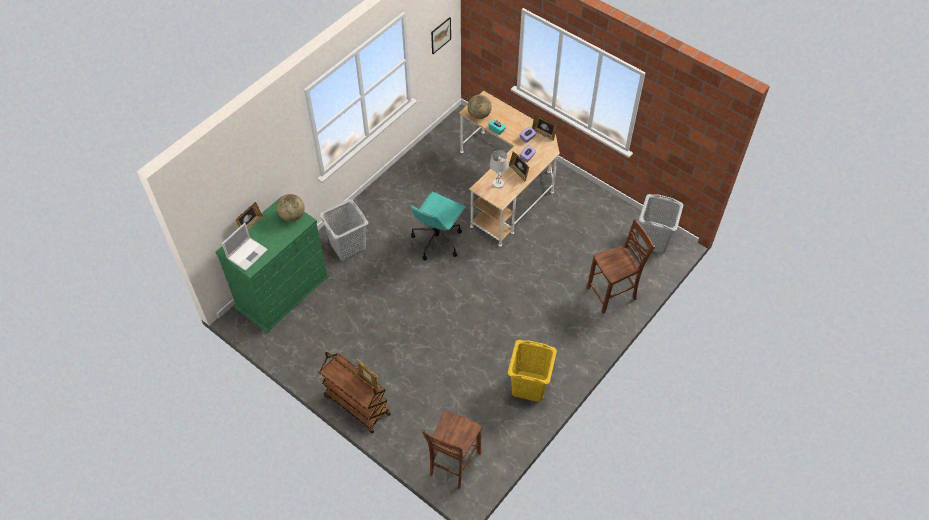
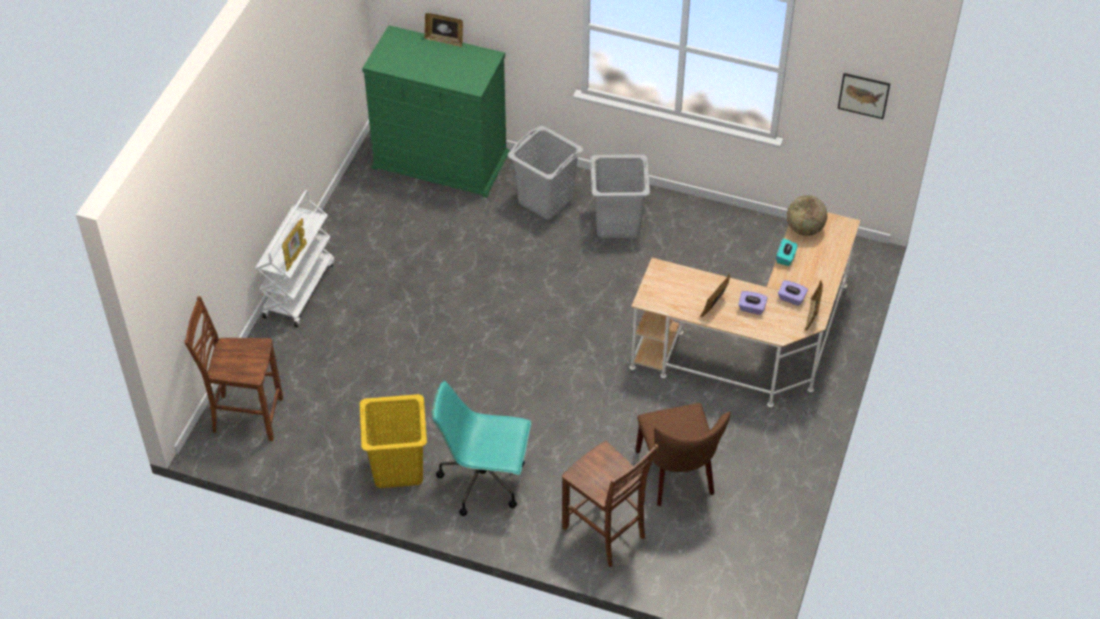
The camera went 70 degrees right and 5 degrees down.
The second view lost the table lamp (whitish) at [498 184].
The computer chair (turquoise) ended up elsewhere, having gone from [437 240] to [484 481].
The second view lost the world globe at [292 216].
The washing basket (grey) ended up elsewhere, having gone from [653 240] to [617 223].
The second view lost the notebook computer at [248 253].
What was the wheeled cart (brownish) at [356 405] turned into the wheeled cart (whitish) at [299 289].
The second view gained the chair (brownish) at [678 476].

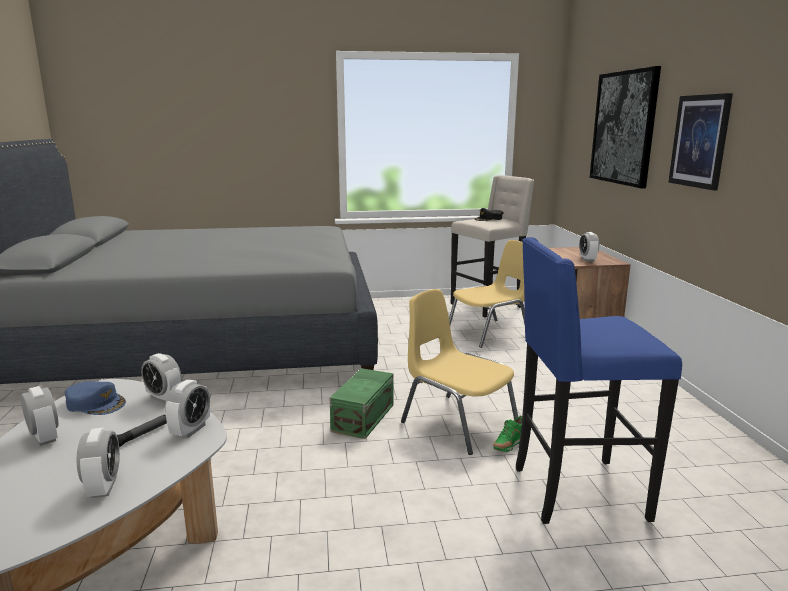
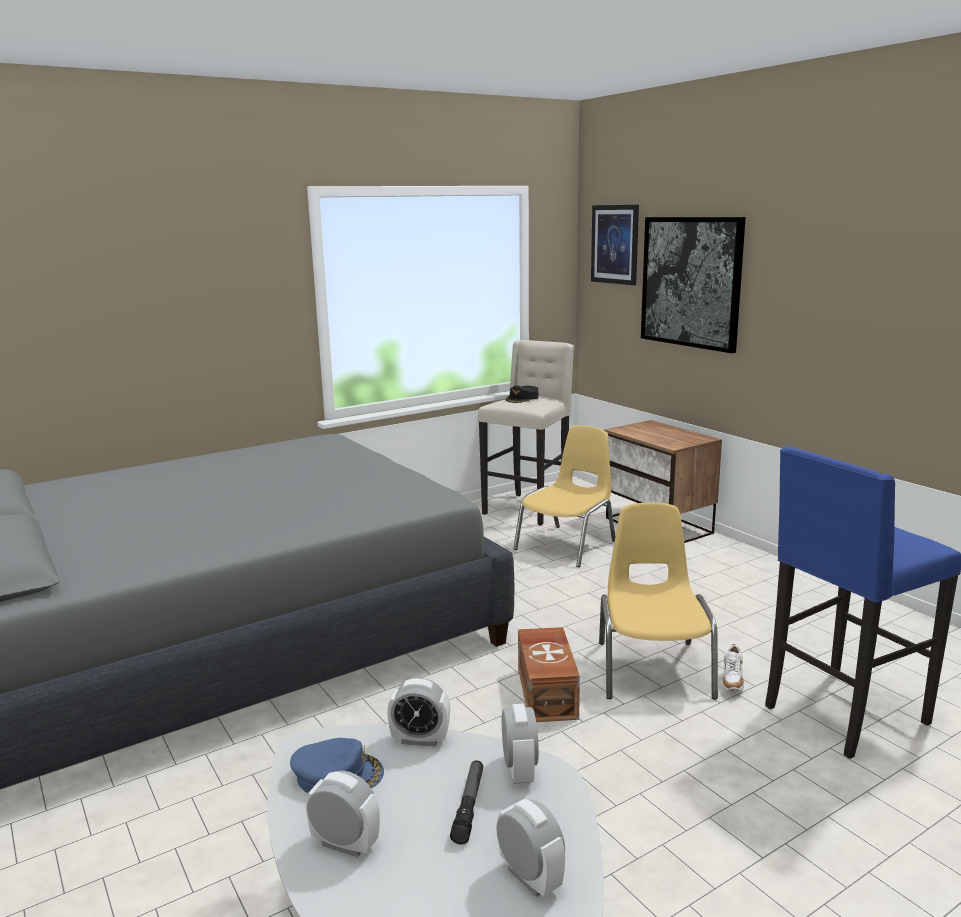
The camera went 25 degrees left and 0 degrees up.
The wall art ended up elsewhere, having gone from [699 141] to [615 244].
The second view lost the table clock at [587 260].
The chair (yellow) at [457 421] ended up facing another way, 75 degrees clockwise from before.
What was the storage box (green-coloured) at [364 417] turned into the storage box (brownish) at [548 692].
What was the shoe (green-coloured) at [508 446] turned into the shoe (whitish) at [732 683].

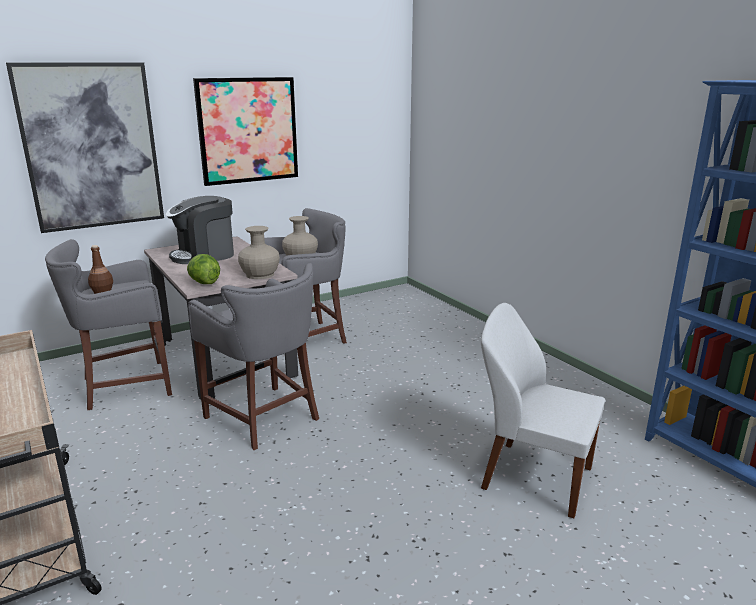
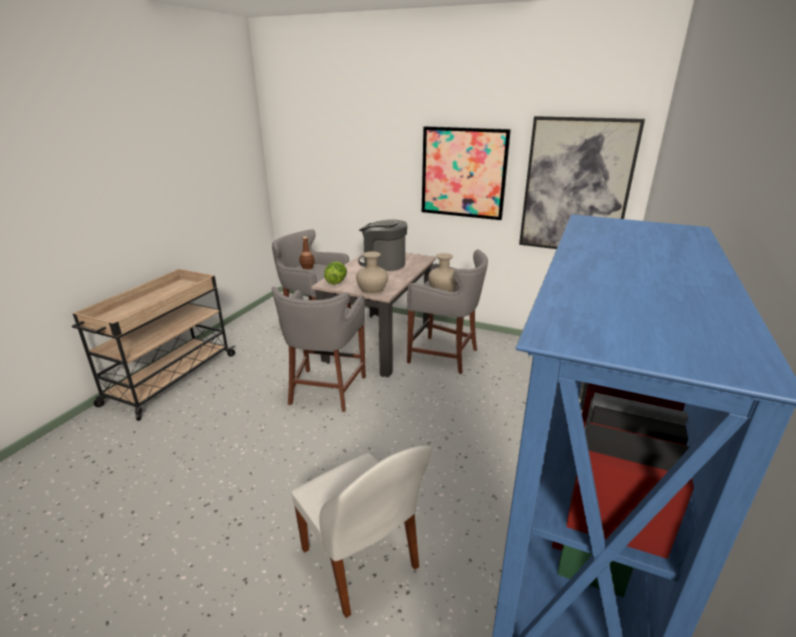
The camera went 55 degrees right and 5 degrees up.
The wall art ended up elsewhere, having gone from [91 147] to [576 187].
The chair (whitish) at [533 477] ended up facing another way, 150 degrees clockwise from before.

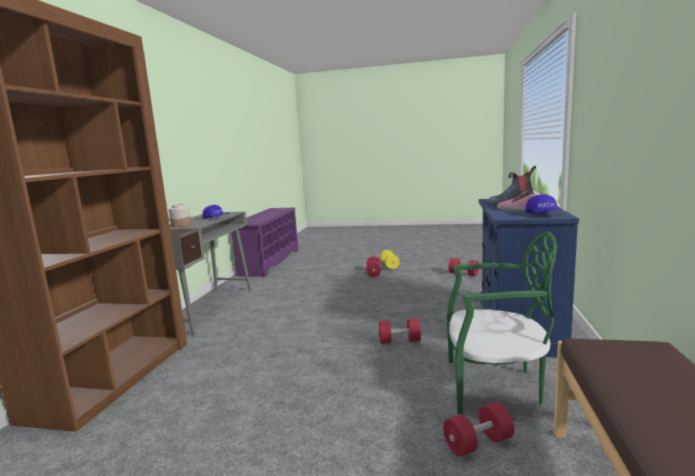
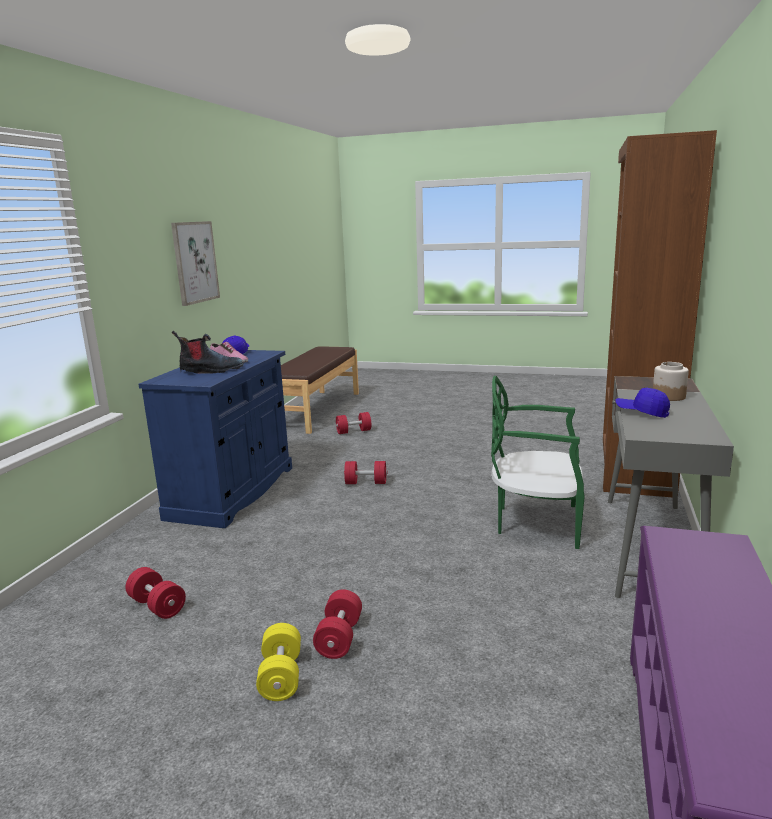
The camera went 175 degrees left and 5 degrees up.
The chair (green-coloured) ended up elsewhere, having gone from [494 386] to [536 523].
The second view gained the wall art at [195 262].

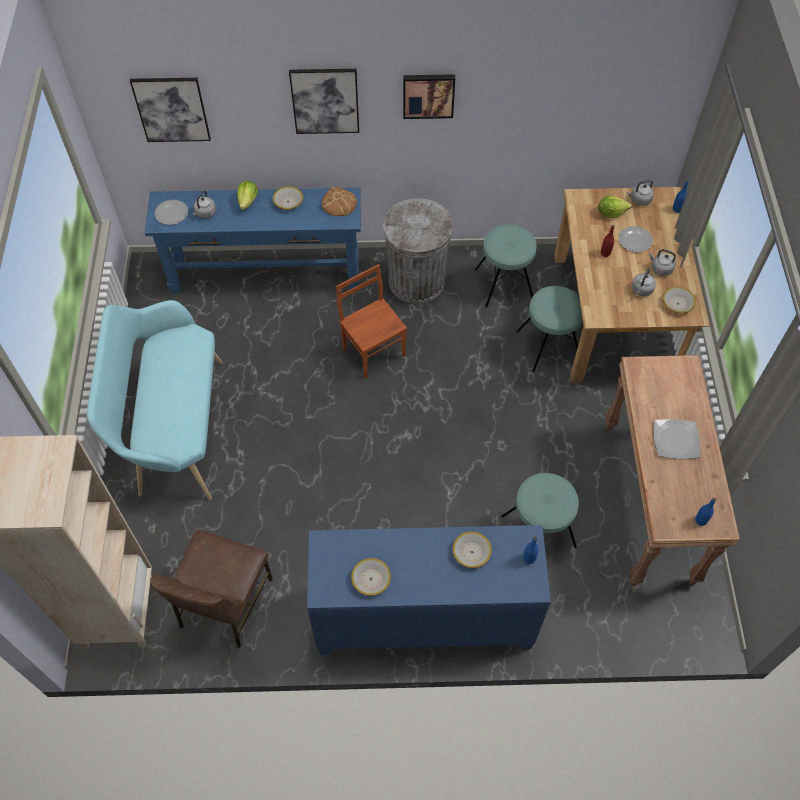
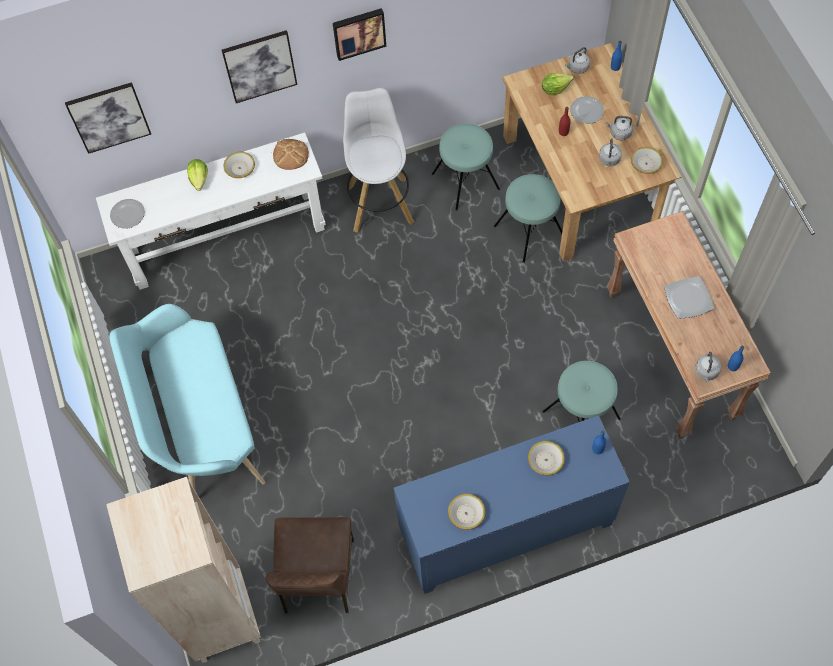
The camera went 15 degrees left and 5 degrees up.
What was the narrow table (blue-coloured) at [265 273] turned into the narrow table (whitish) at [226 239].
The tea kettle (grey) ended up elsewhere, having gone from [205 213] to [706 372].
Where the rubbish bin (grey) stood at [417 281], the sitting stool (whitish) came to stand at [379 203].
The second view lost the chair (brownish) at [374 351].

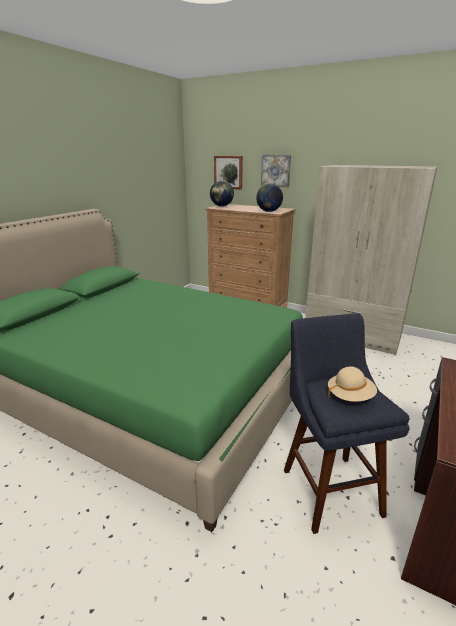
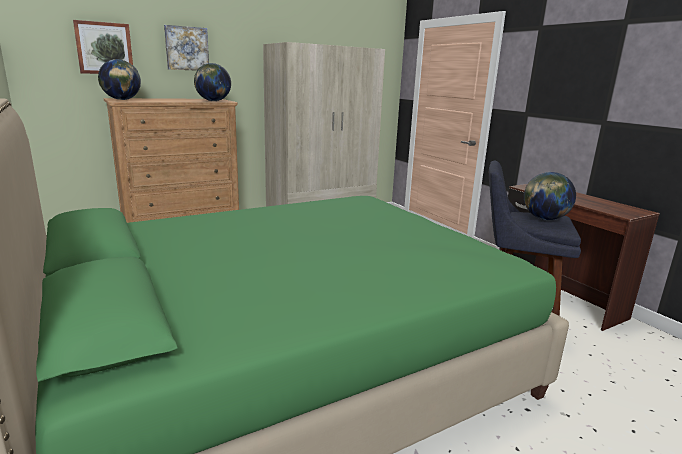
The camera went 60 degrees left and 5 degrees down.
Where the clothing hat (beige) stood at [350 396], the world globe came to stand at [544 219].

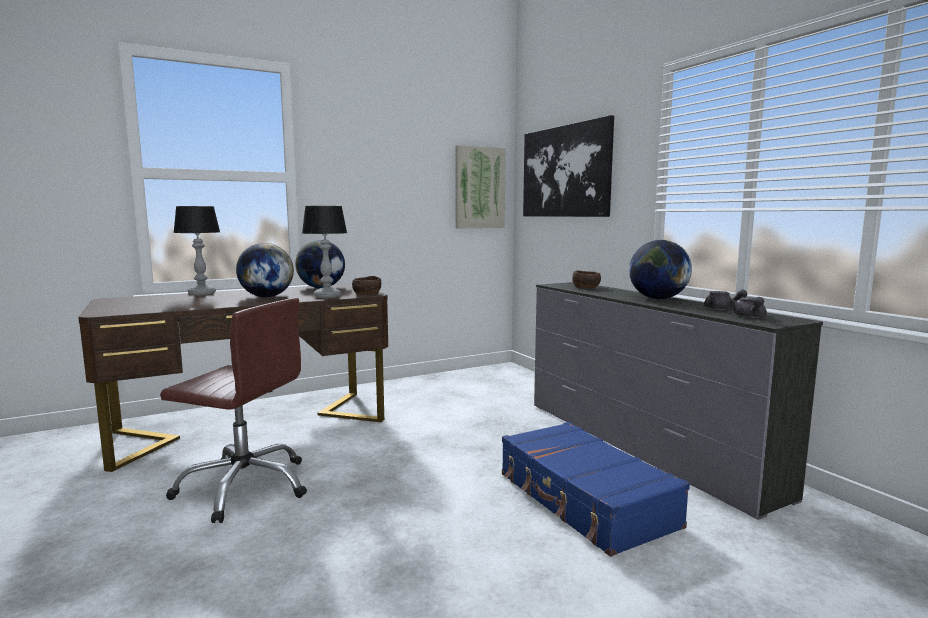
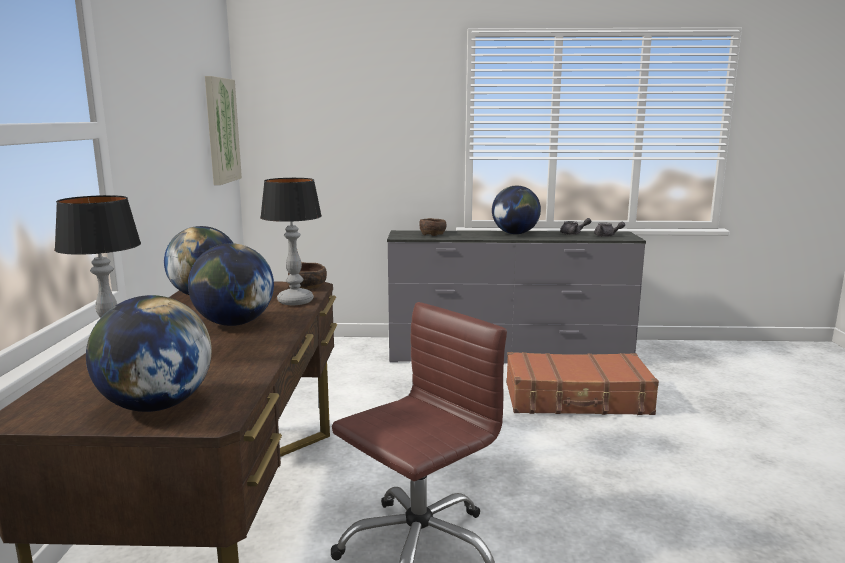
The camera went 60 degrees left and 5 degrees up.
The second view lost the wall art at [565 171].
What was the suitcase (blue-coloured) at [584 500] turned into the suitcase (brownish) at [577 399].
The second view gained the world globe at [156 405].

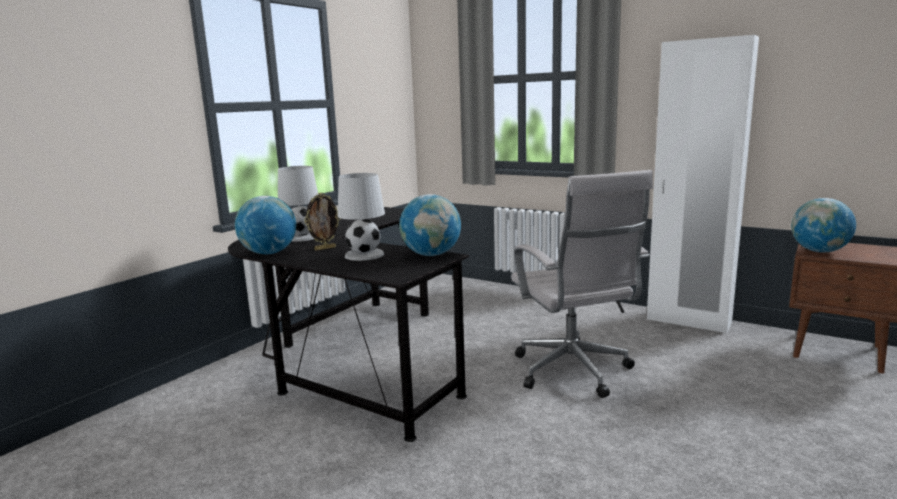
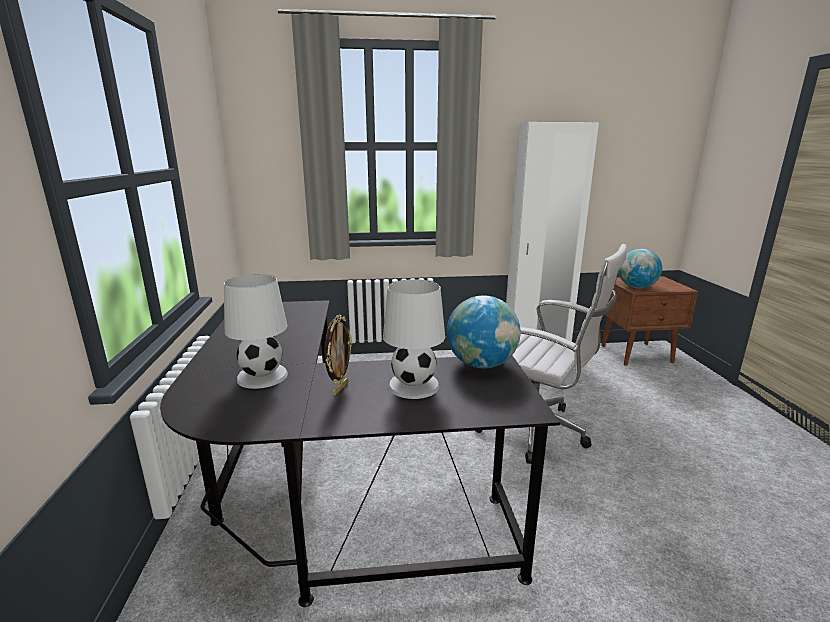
The camera went 40 degrees left and 5 degrees up.
The second view lost the world globe at [269 253].

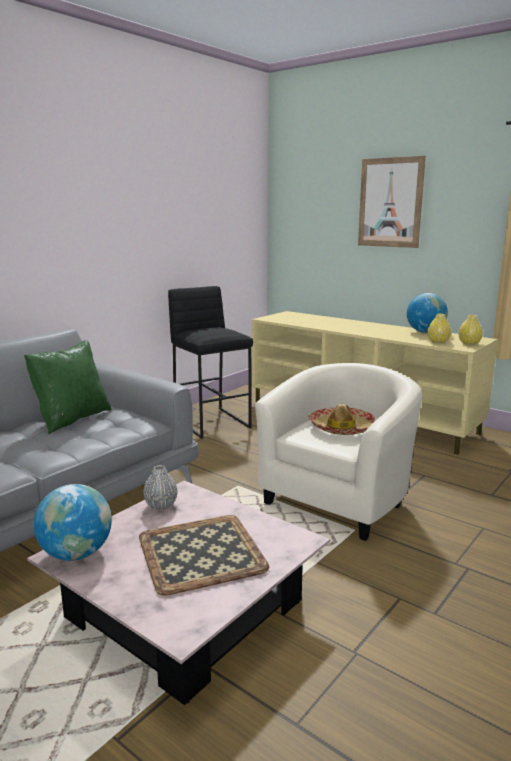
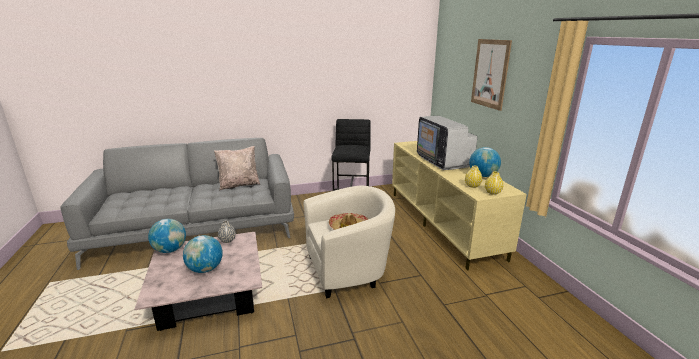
The camera went 35 degrees right and 5 degrees up.
What was the pillow (green-coloured) at [72 419] turned into the pillow (beige) at [239 185].
Where the tray stood at [200 554], the world globe came to stand at [205 269].
The second view gained the TV at [443 161].

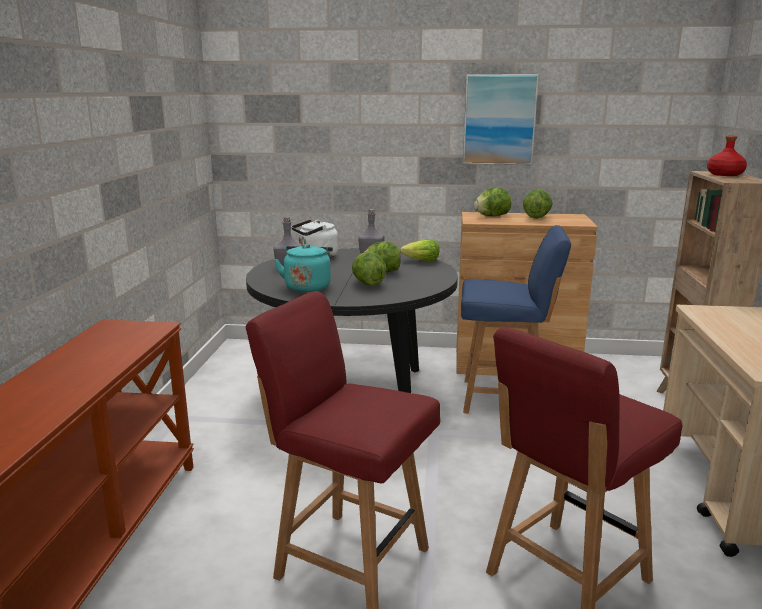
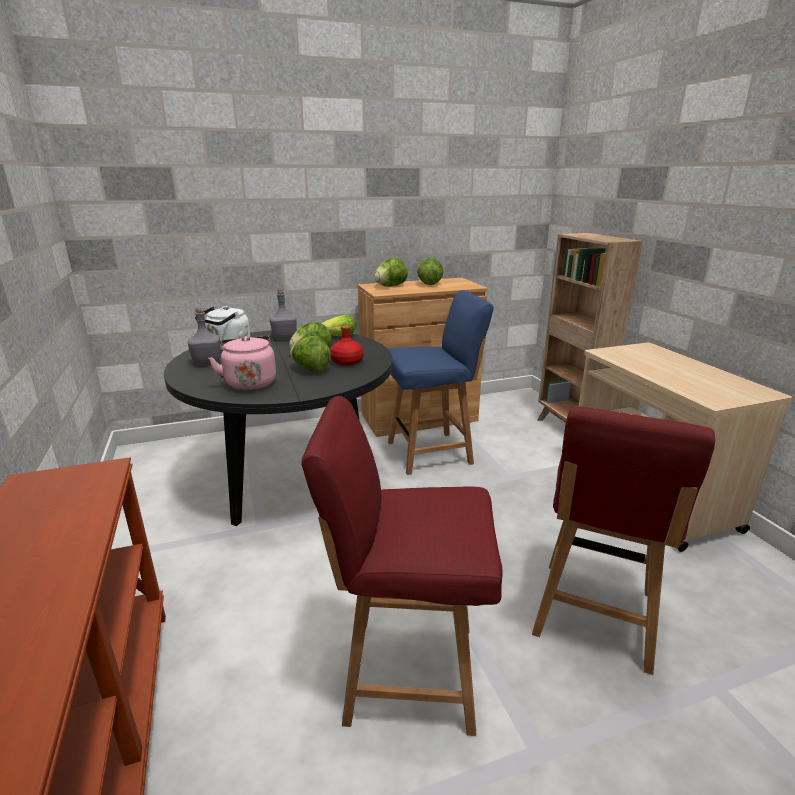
The camera went 25 degrees left and 5 degrees up.
The second view lost the wall art at [499 120].
The bottle (reddish) ended up elsewhere, having gone from [725 174] to [347 361].
What was the tea kettle (turquoise) at [307 287] turned into the tea kettle (pinkish) at [250 382].

